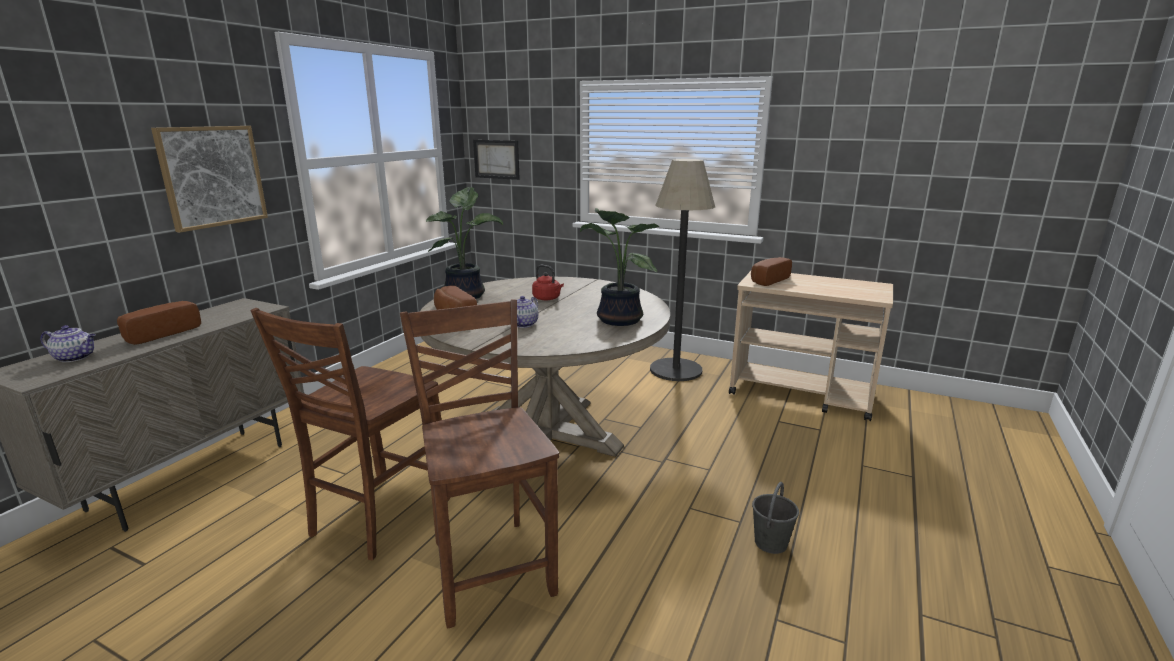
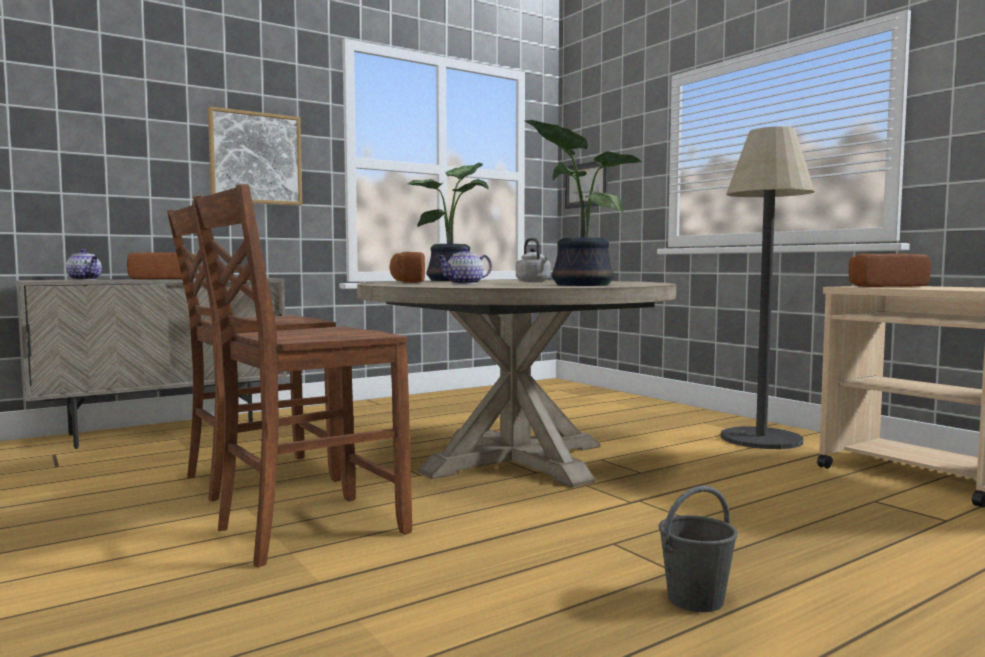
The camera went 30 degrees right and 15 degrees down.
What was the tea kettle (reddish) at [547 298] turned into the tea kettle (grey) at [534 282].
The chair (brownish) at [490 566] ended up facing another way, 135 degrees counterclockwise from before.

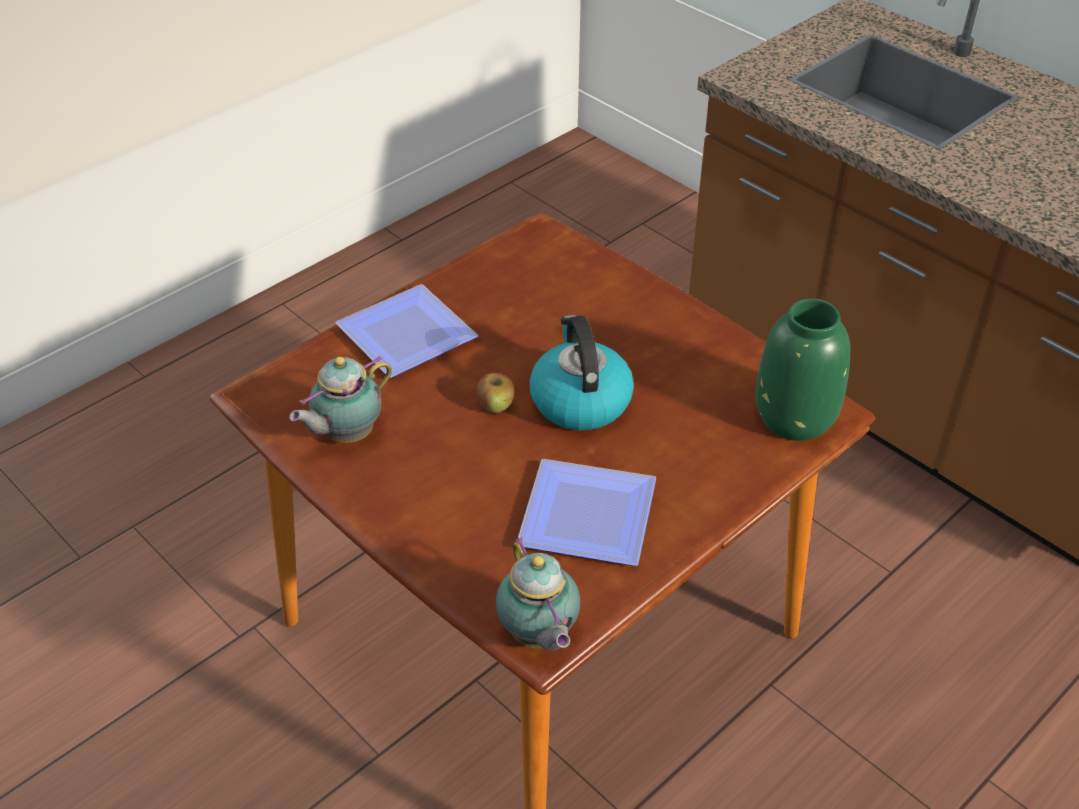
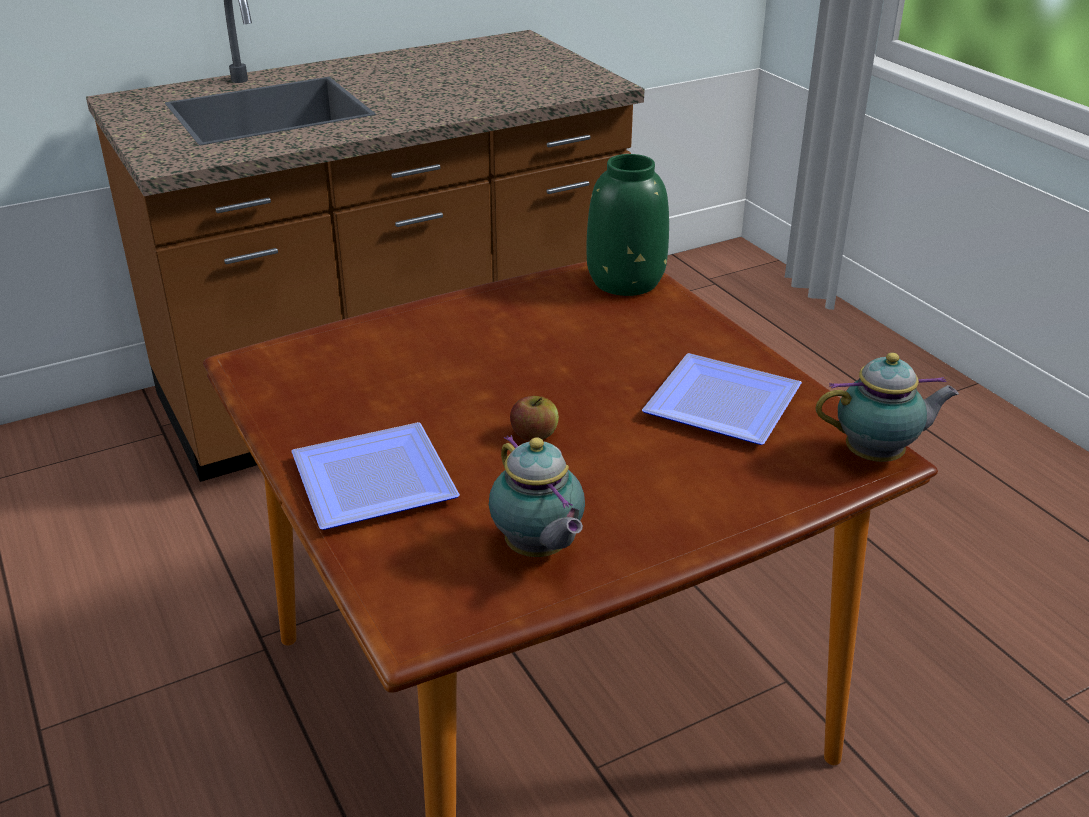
The camera went 75 degrees left and 10 degrees down.
The second view lost the tea kettle at [579 400].

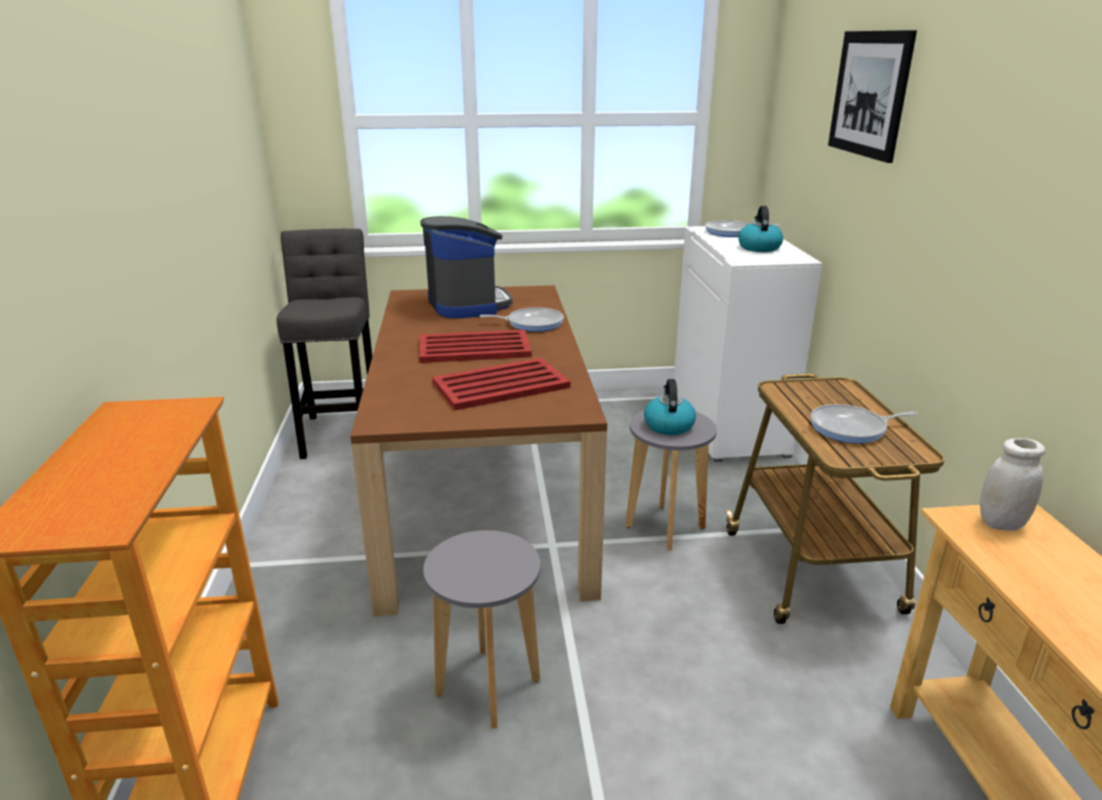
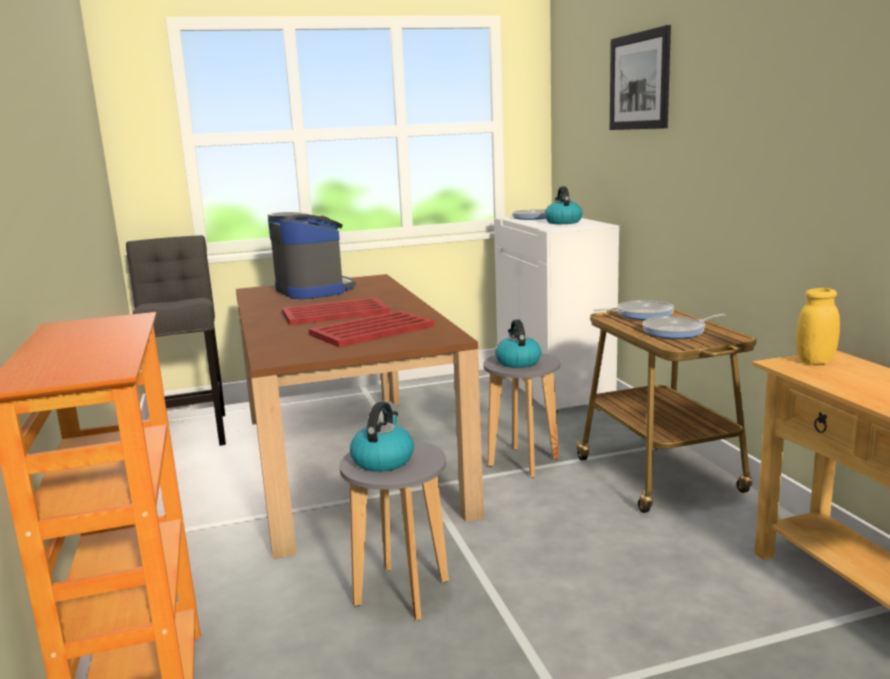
The camera went 10 degrees left and 10 degrees down.
The skillet ended up elsewhere, having gone from [532 323] to [641 314].
What was the preserve jar (whitish) at [1001 523] turned into the preserve jar (yellow) at [815 361].
The second view gained the tea kettle at [383 460].

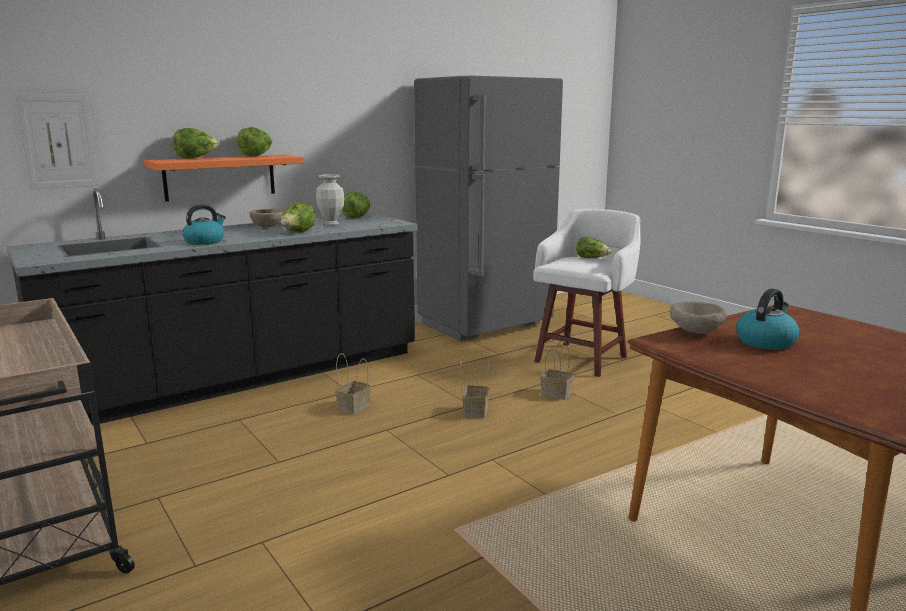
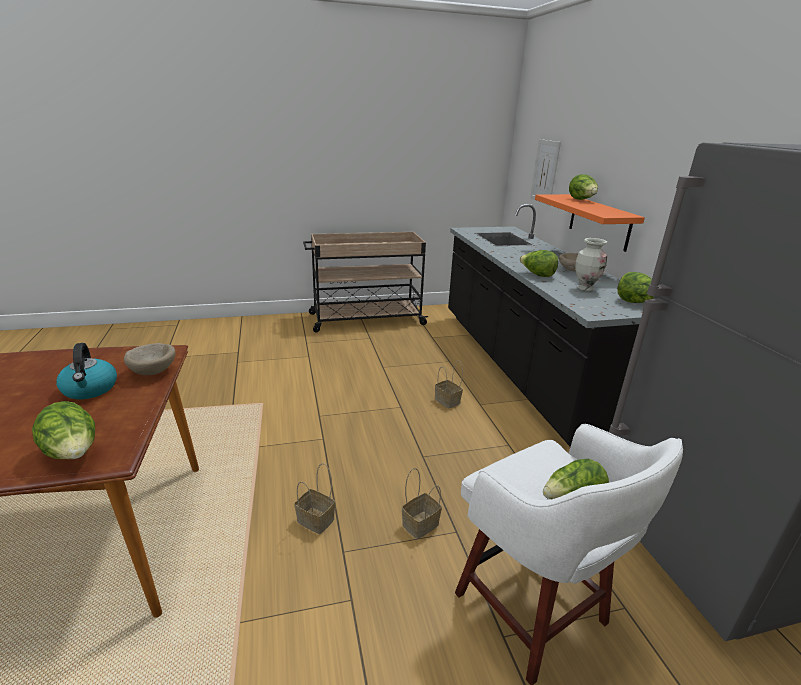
The camera went 110 degrees right and 10 degrees up.
The head of lettuce ended up elsewhere, having gone from [256 156] to [73 454].
The second view lost the tea kettle at [205 241].
The household basket ended up elsewhere, having gone from [475 411] to [317 520].

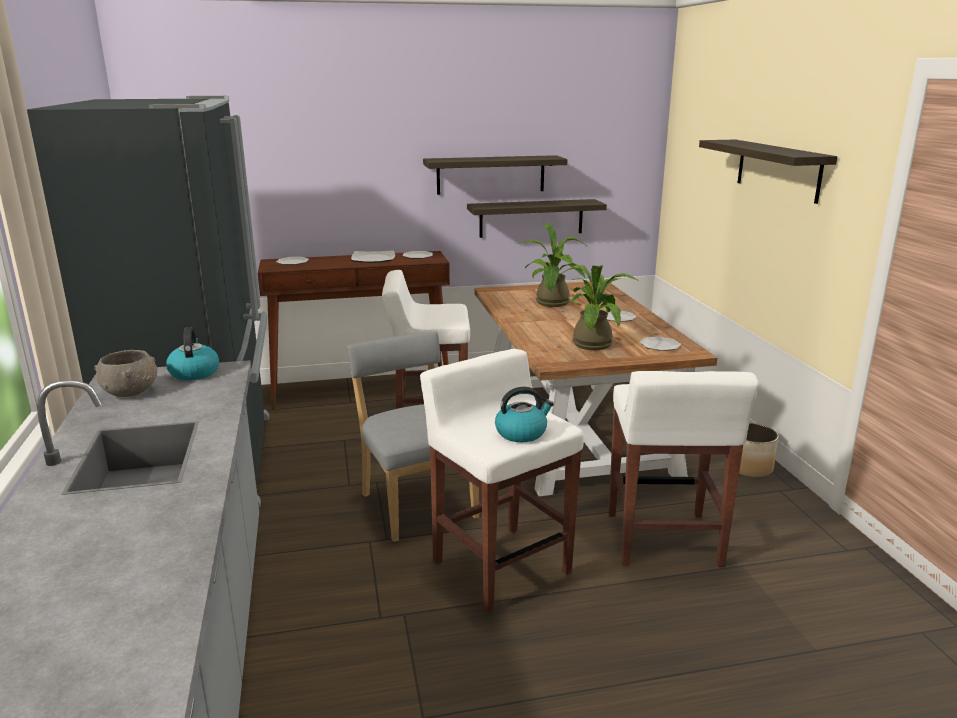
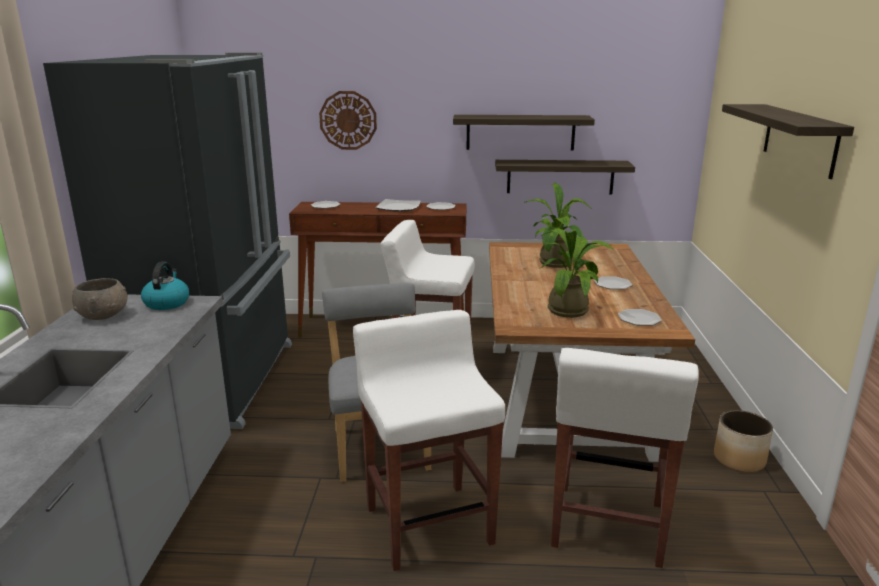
The camera went 15 degrees right and 0 degrees up.
The second view lost the tea kettle at [521 432].
The second view gained the wall clock at [348 120].

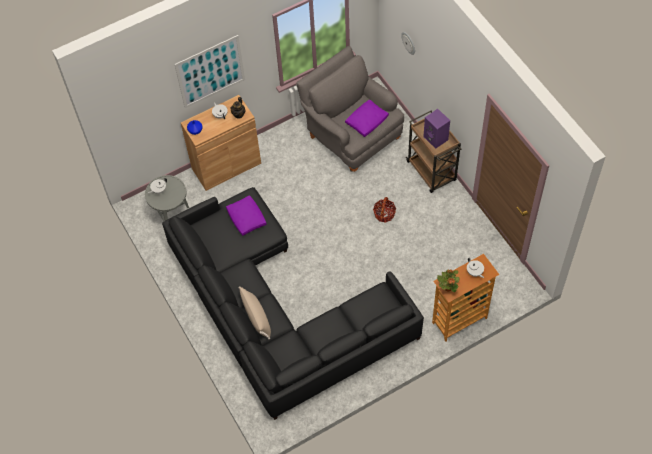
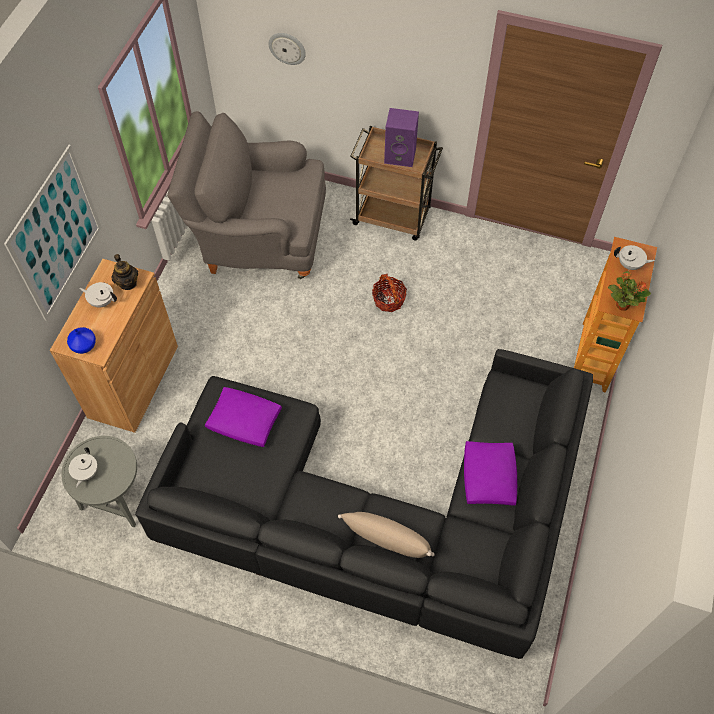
The camera went 45 degrees left and 0 degrees up.
The pillow (purple-coloured) ended up elsewhere, having gone from [367 121] to [488 476].

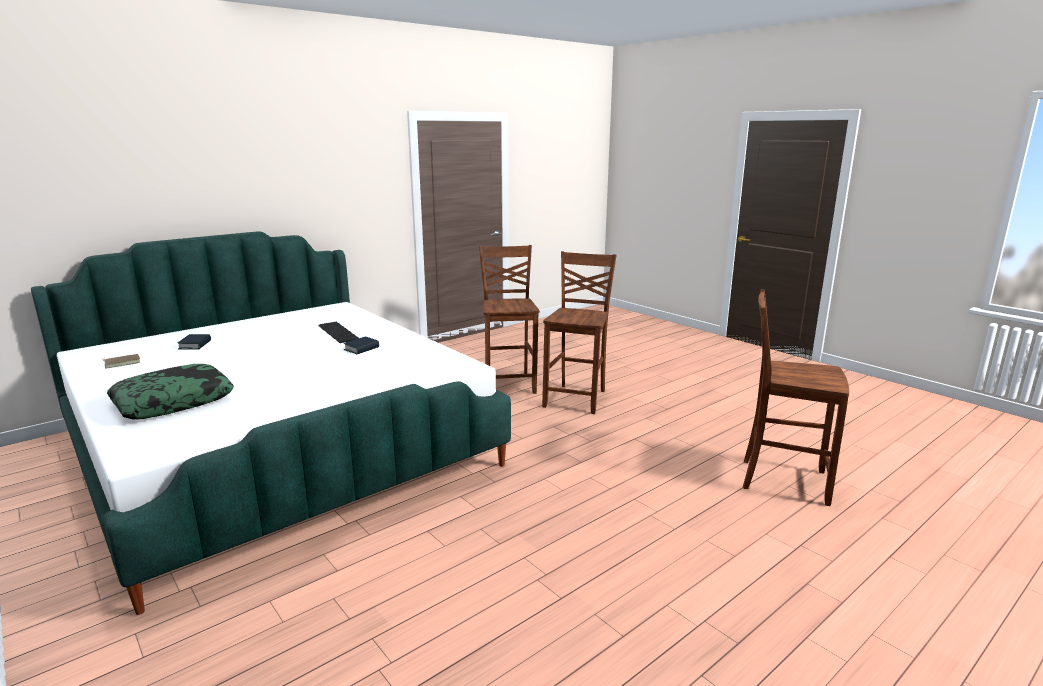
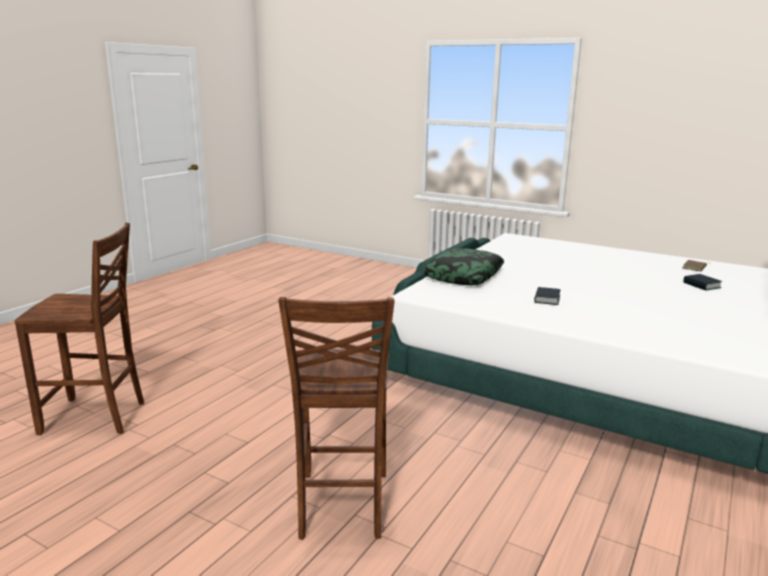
The camera went 160 degrees right and 0 degrees up.
The second view lost the chair (brownish) at [509 383].
The second view lost the computer keyboard at [339 332].
The pillow ended up elsewhere, having gone from [173 401] to [464 276].

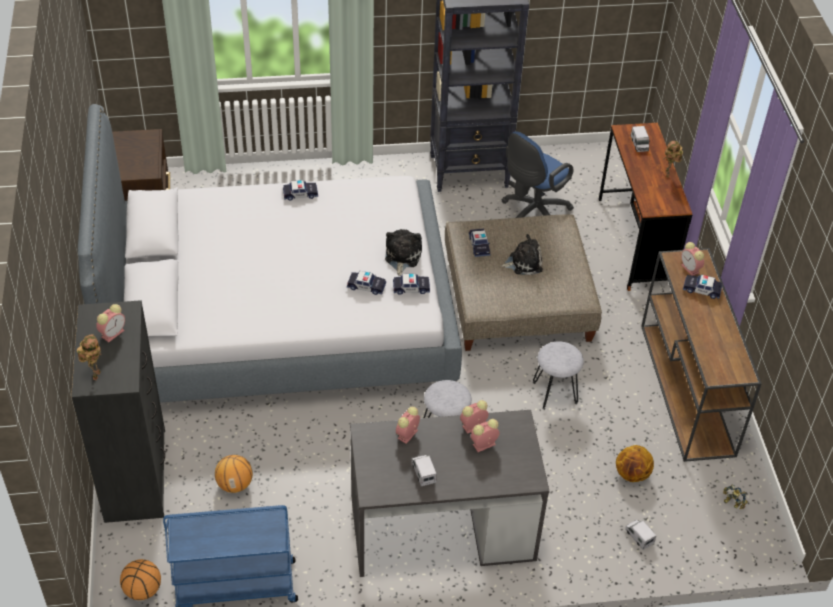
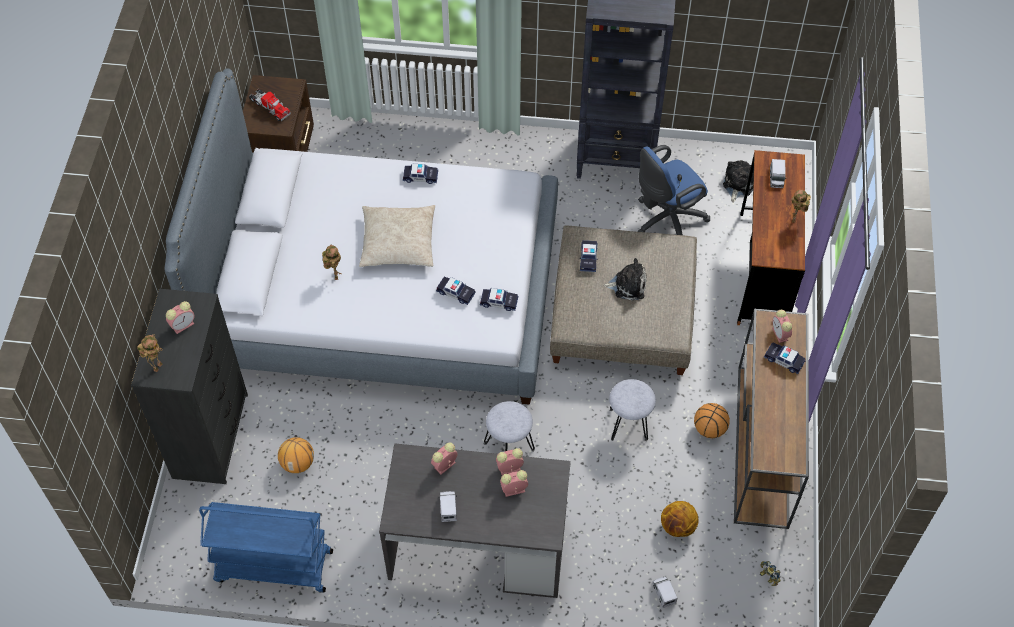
The camera went 15 degrees right and 10 degrees up.
The cuddly toy ended up elsewhere, having gone from [402 257] to [738 184].
The basketball ended up elsewhere, having gone from [142 590] to [709 429].
The second view gained the toy truck at [270 107].
The second view gained the pillow (beige) at [398 242].
The second view gained the toy robot at [334 275].

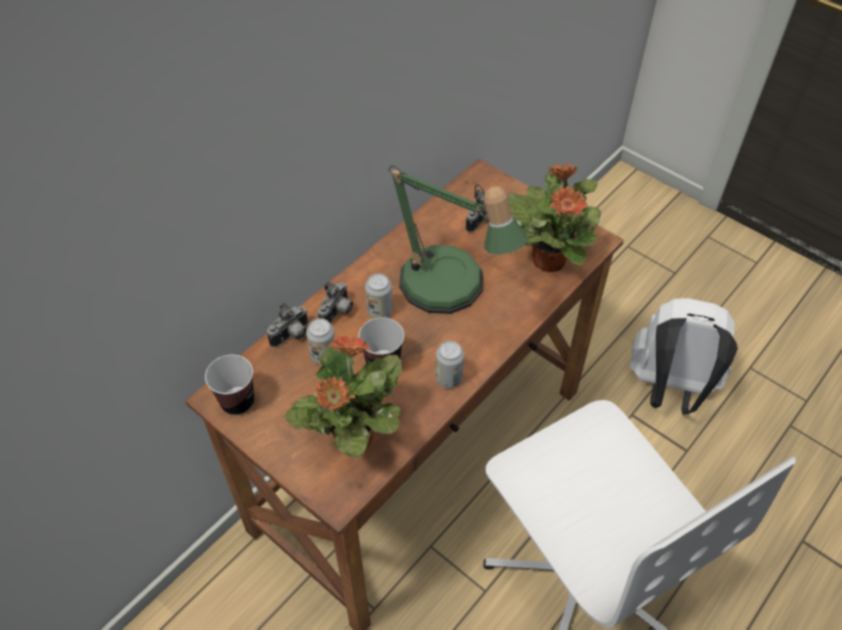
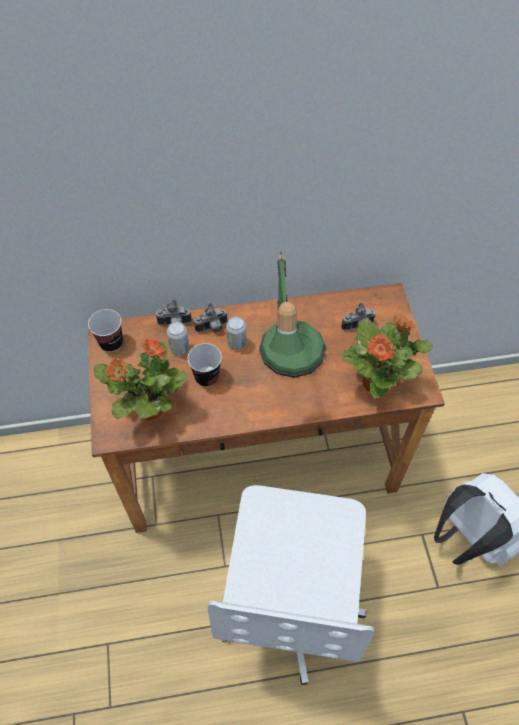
The camera went 40 degrees right and 5 degrees up.
The second view lost the metal can at [448 378].

